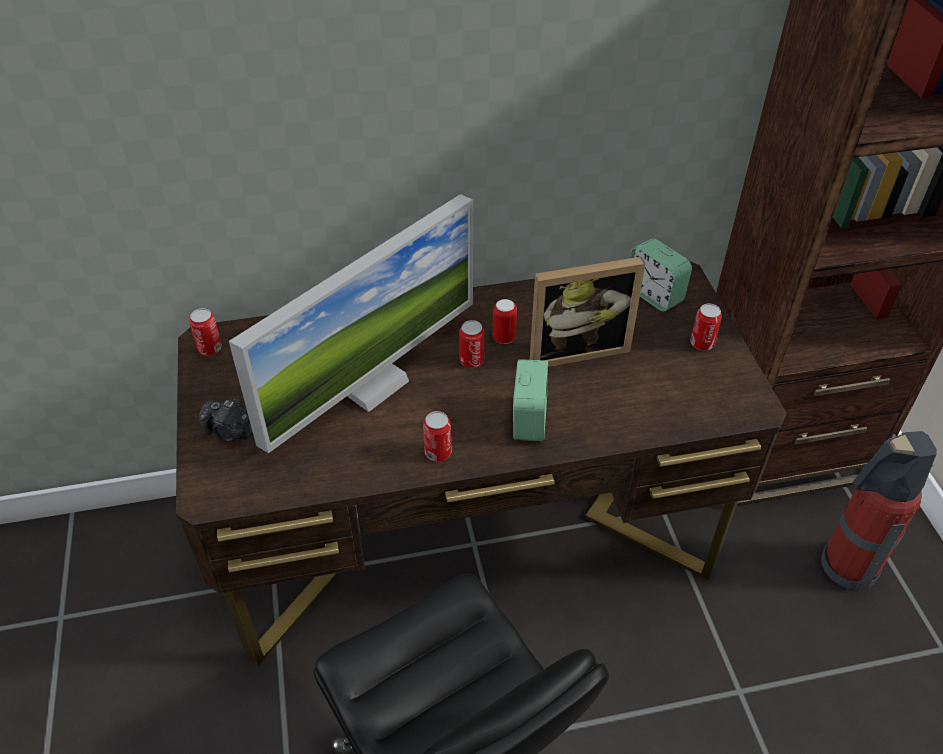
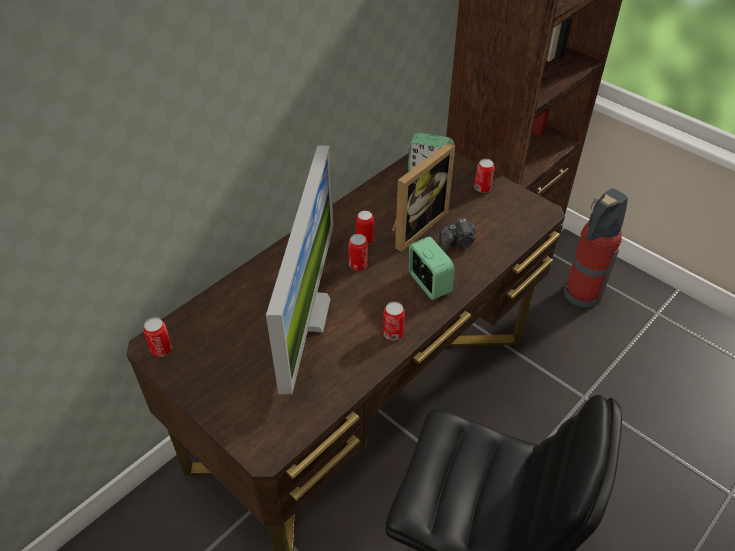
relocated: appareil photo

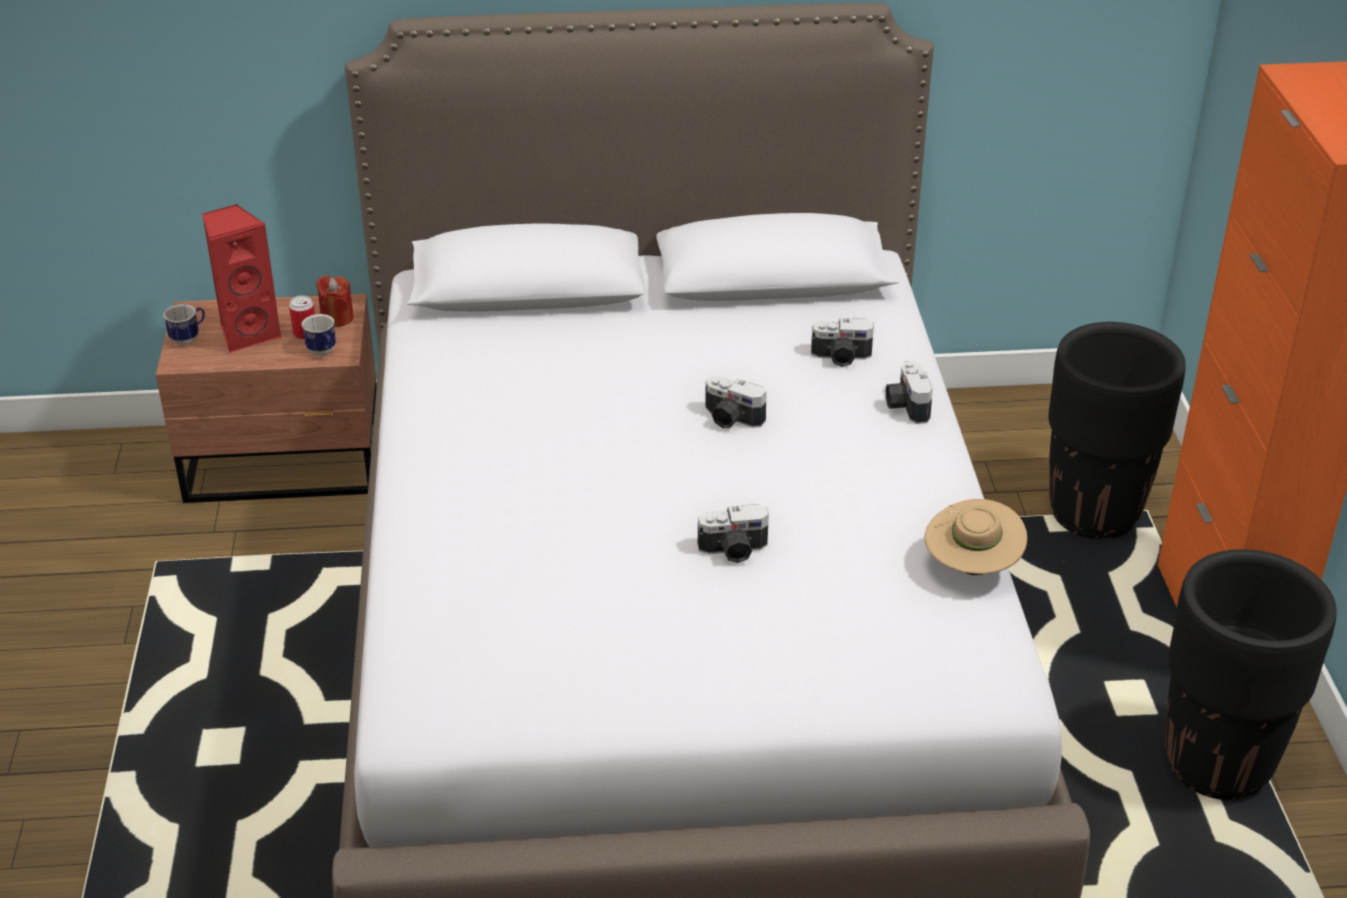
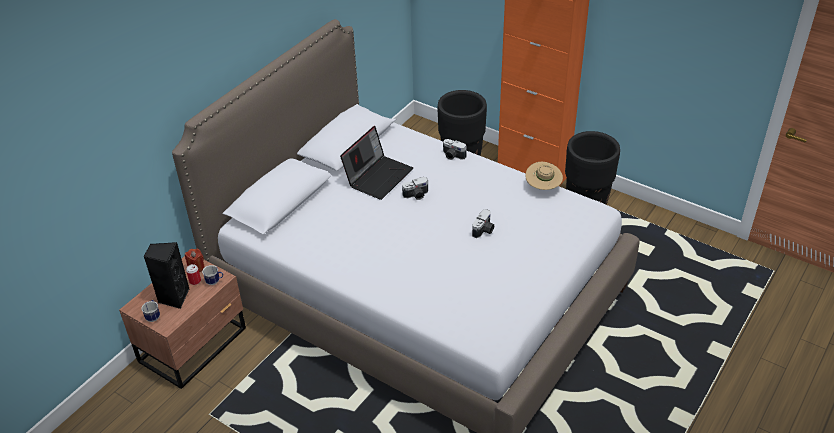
missing: appareil photo (no. 3 from left)
appeared: ordinateur portable
colour: enceinte [rouge] to enceinte [noir]

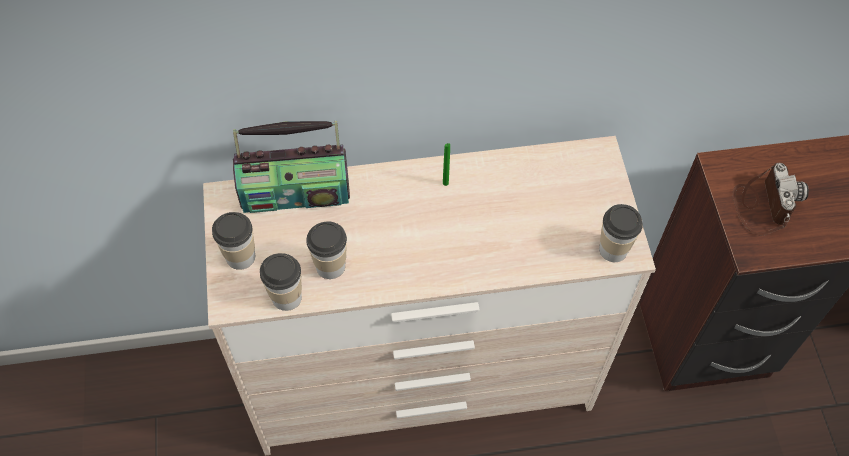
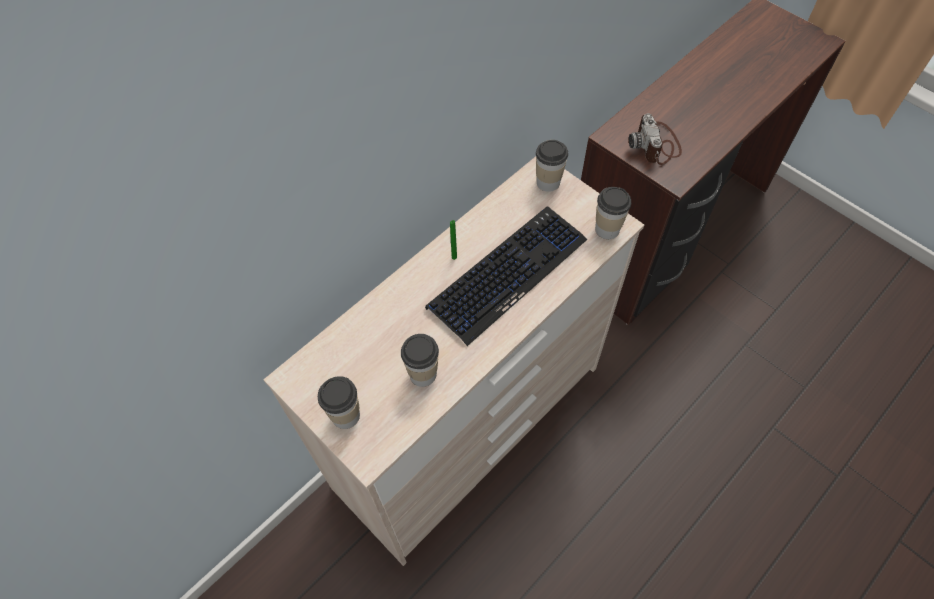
missing: radio
appeared: clavier
relocated: tasse (no. 2 from left in the first image) to tasse (no. 3 from left)
spun: appareil photo 150 degrees counterclockwise

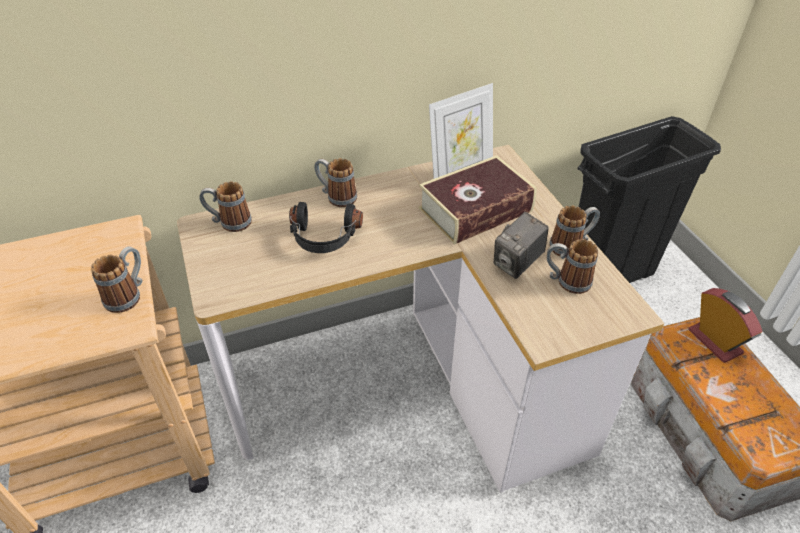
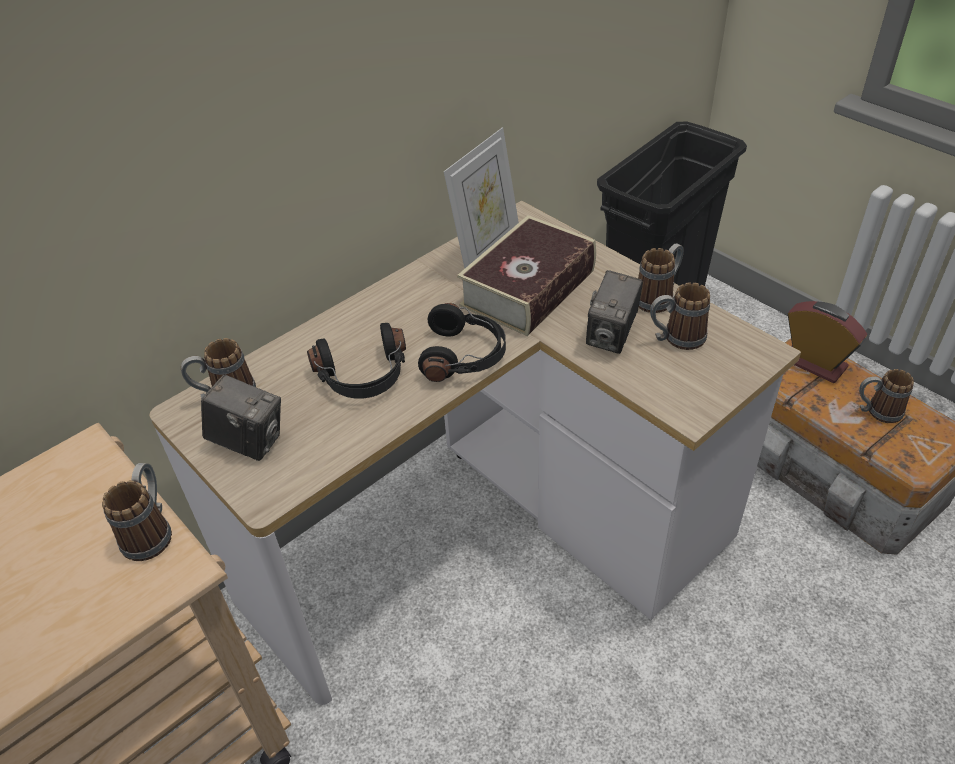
appeared: appareil photo (no. 1 from left); casque audio [noir] (no. 2 from left)
relocated: mug (no. 3 from left in the first image) to mug (no. 5 from left)

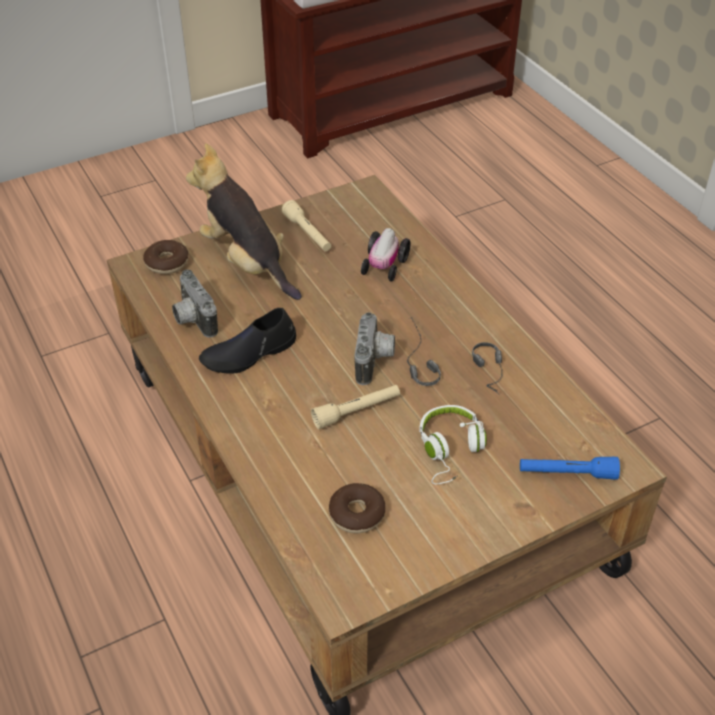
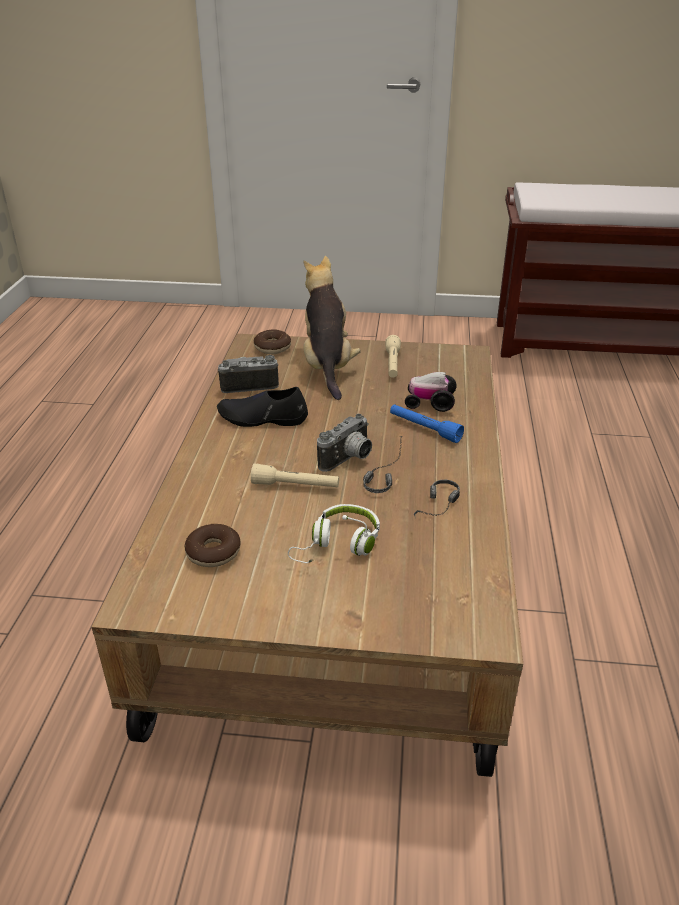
relocated: lampe de poche [bleu]
spun: appareil photo (no. 1 from left) 75 degrees clockwise; petite voiture 45 degrees clockwise

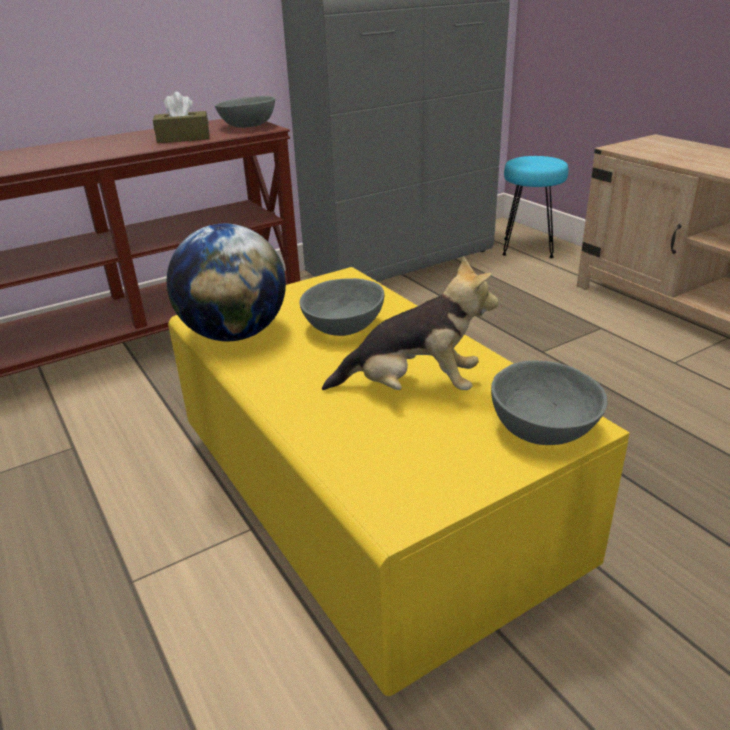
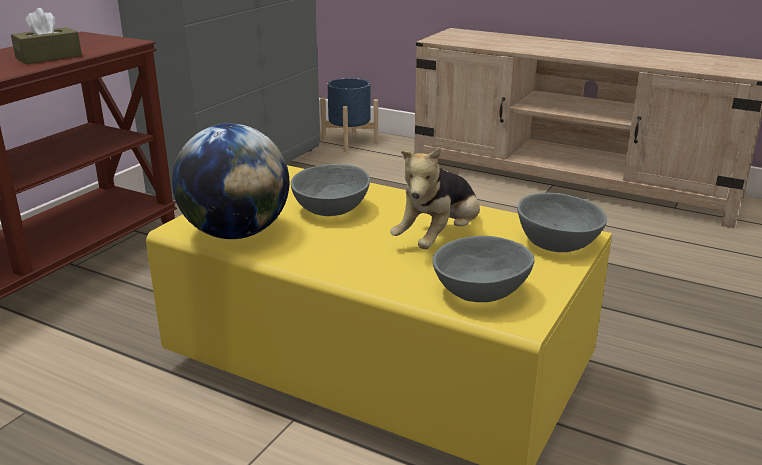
relocated: bol [gris] (no. 1 from left in the first image) to bol [gris] (no. 2 from left)
exchanged: tabouret [turquoise] to cache-pot [bleu]
spun: peluche 150 degrees clockwise

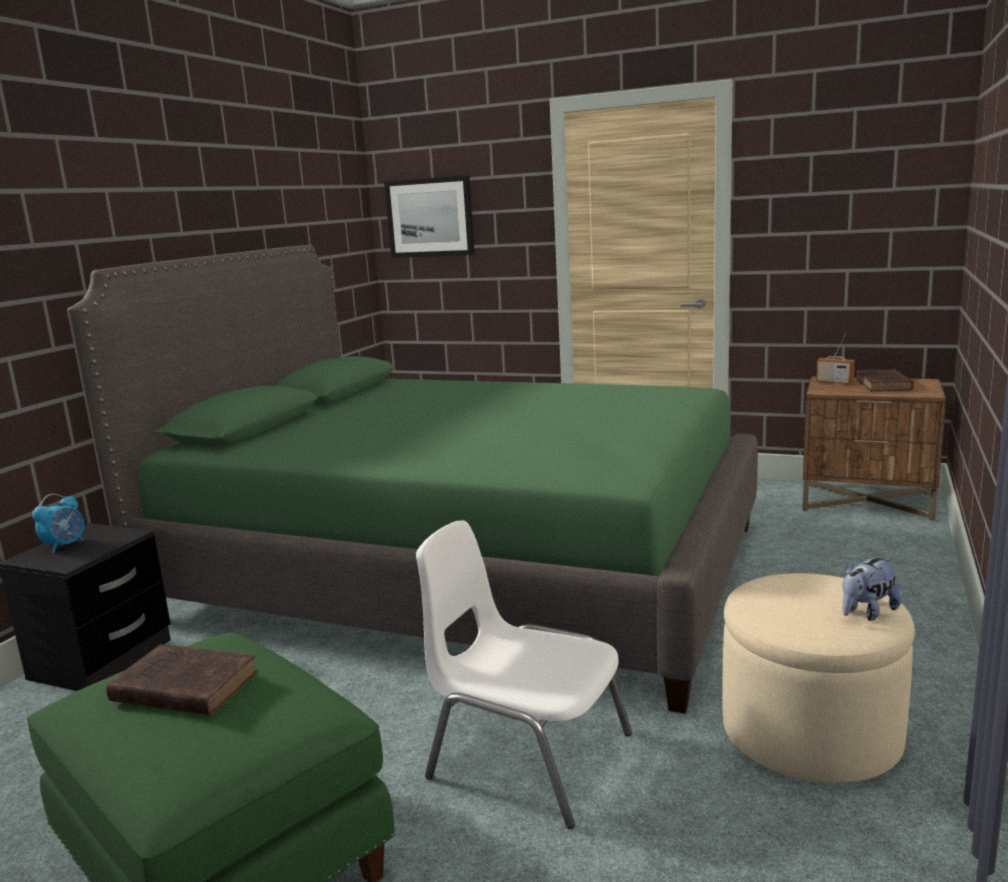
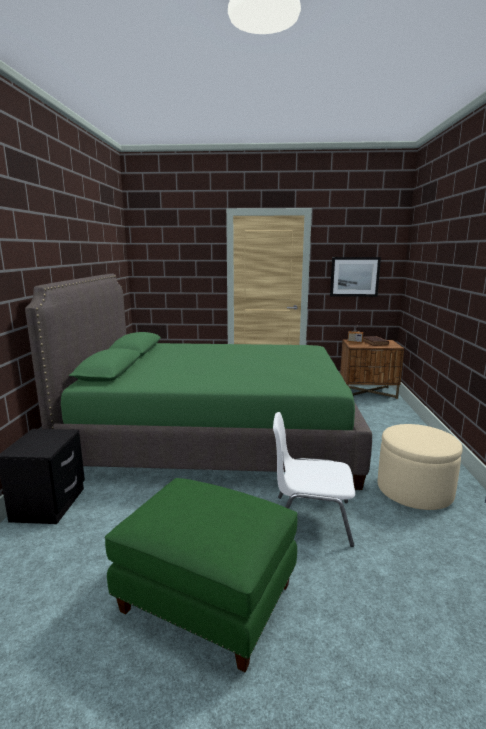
missing: réveil; livre [marron] (no. 1 from left); peluche
relocated: tableau

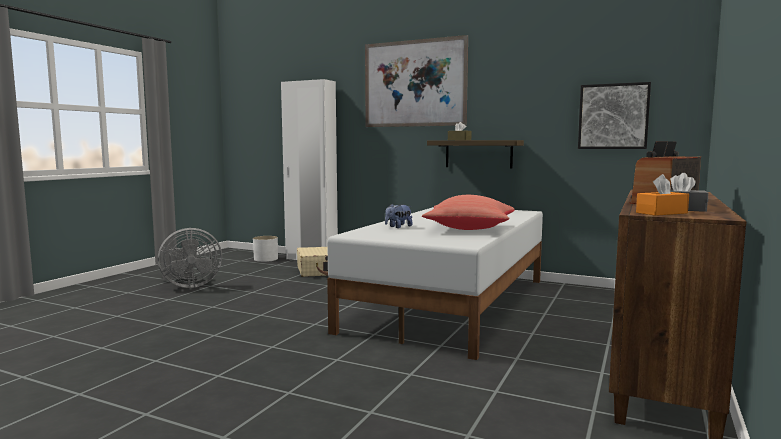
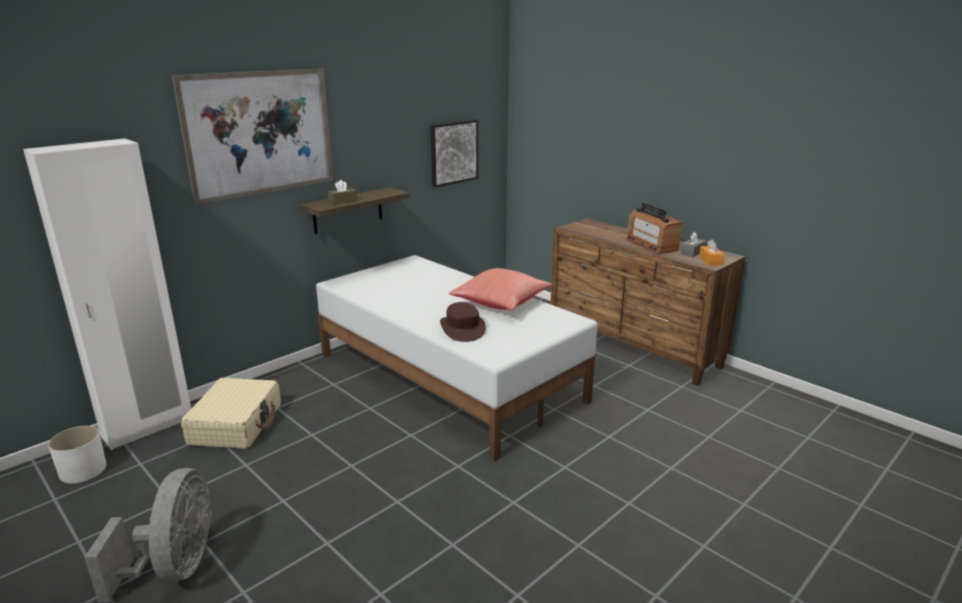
exchanged: peluche to chapeau [marron]

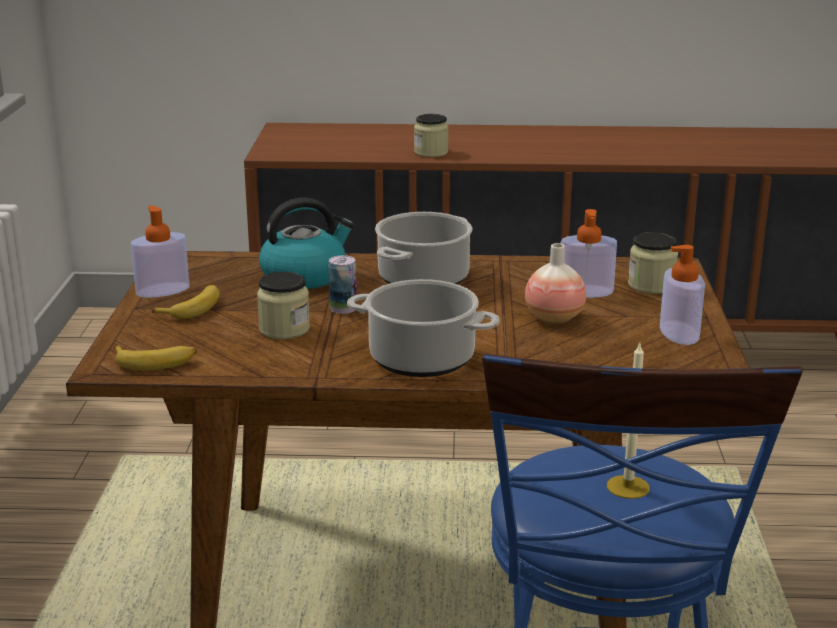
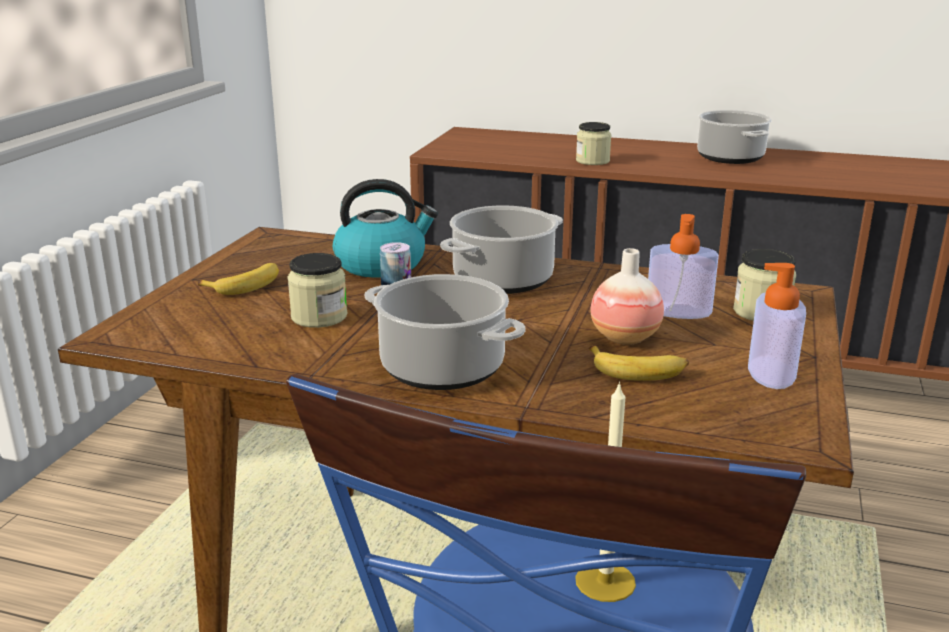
missing: distributeur de savon (no. 1 from left)
appeared: marmite (no. 3 from left)
relocated: banane (no. 1 from left in the first image) to banane (no. 2 from left)

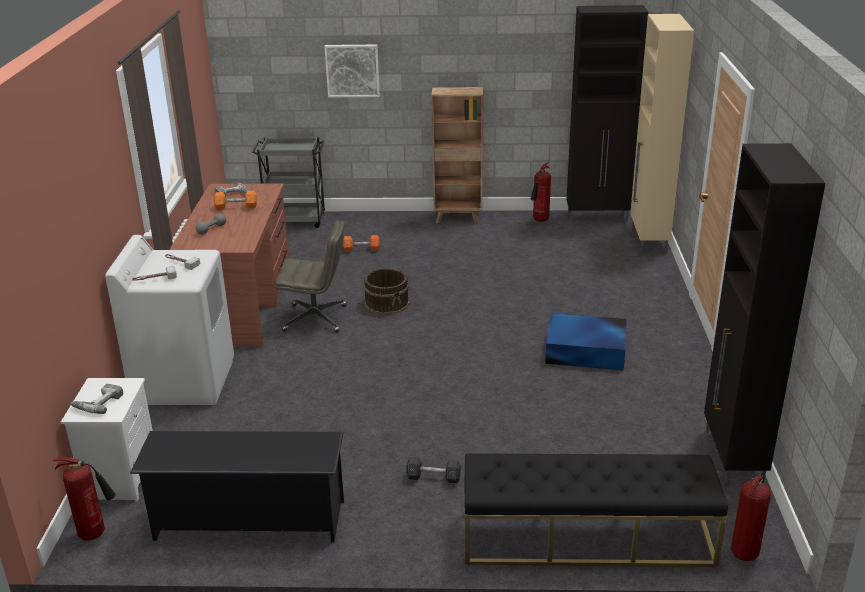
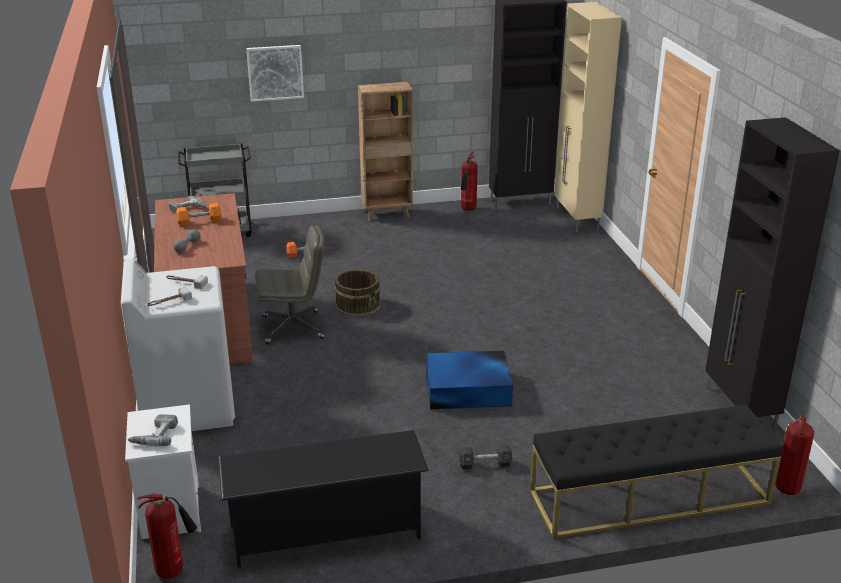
relocated: boîte de rangement [bleu]

